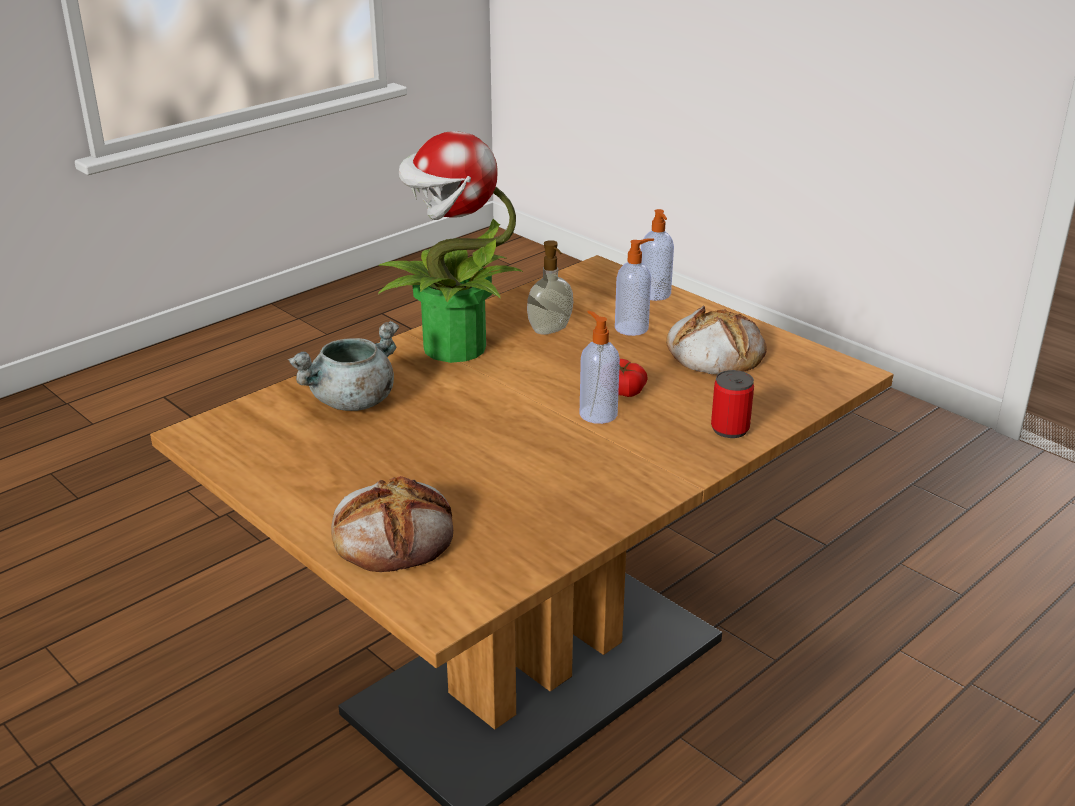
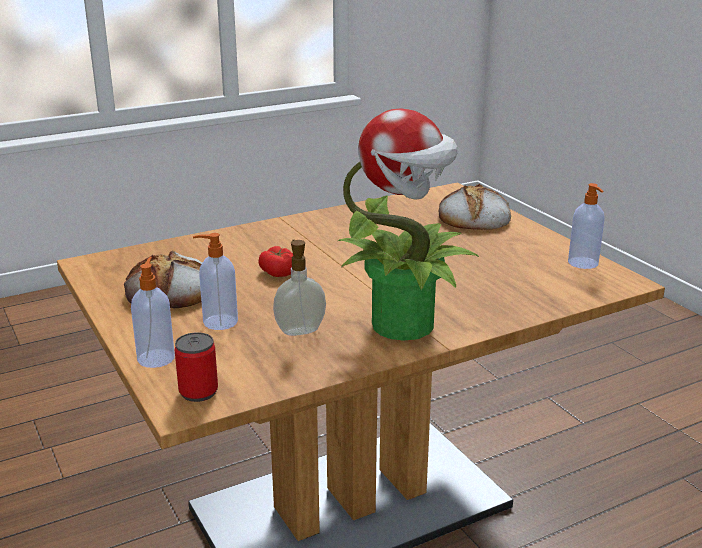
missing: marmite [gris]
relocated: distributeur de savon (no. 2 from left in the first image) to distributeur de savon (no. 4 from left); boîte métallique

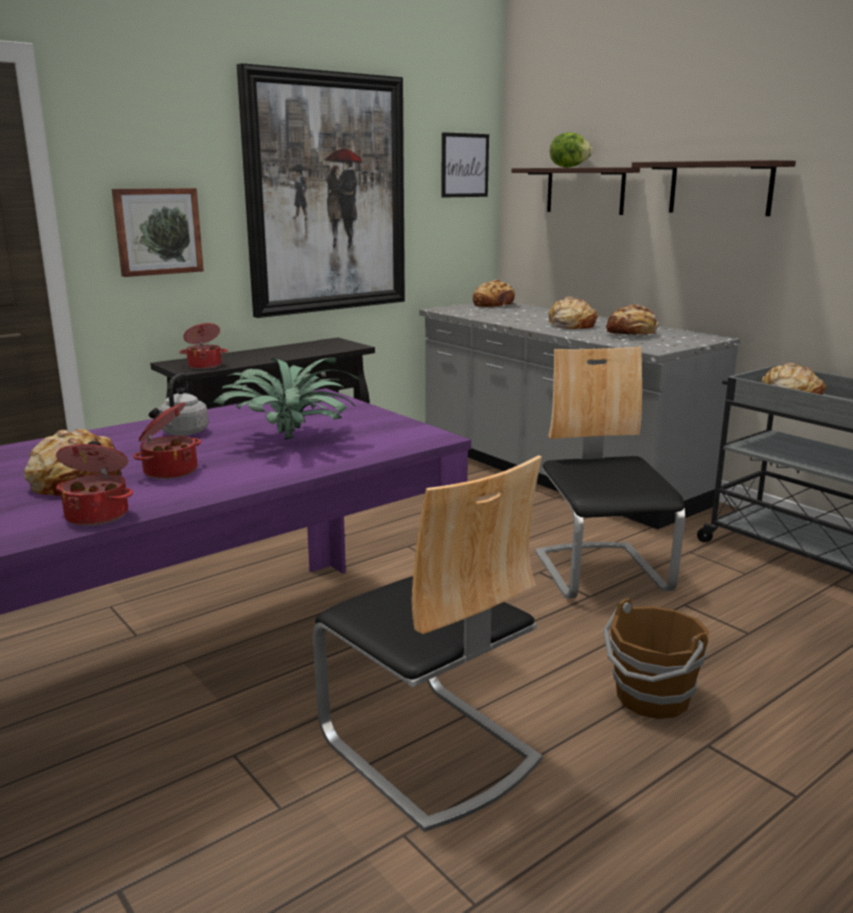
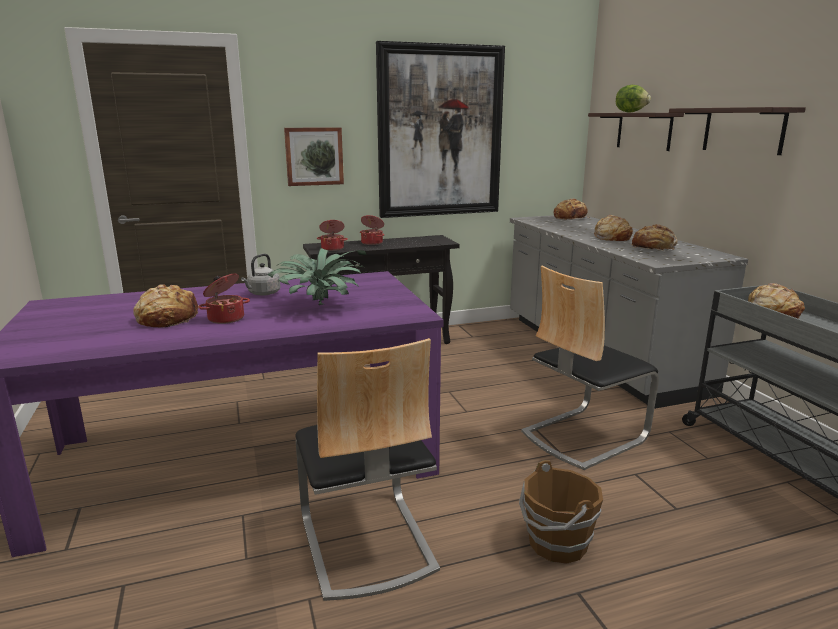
missing: tableau (no. 3 from left)
relocated: marmite (no. 1 from left in the first image) to marmite (no. 3 from left)
spun: chaise (no. 2 from left) 135 degrees counterclockwise

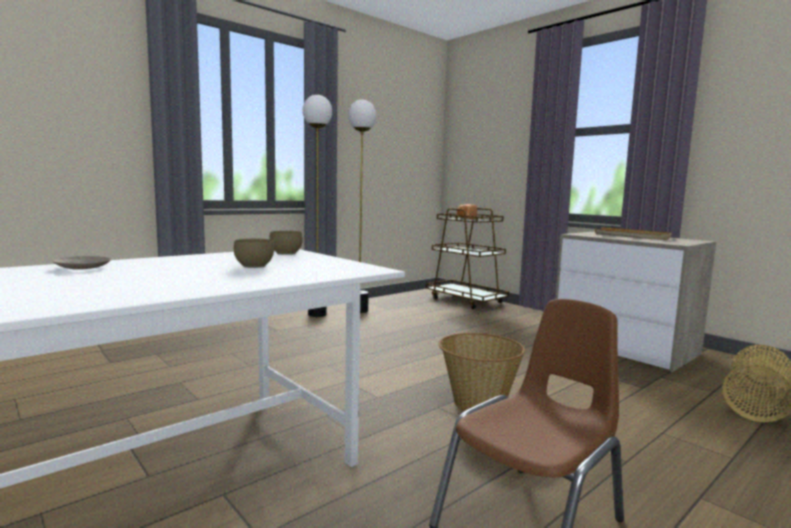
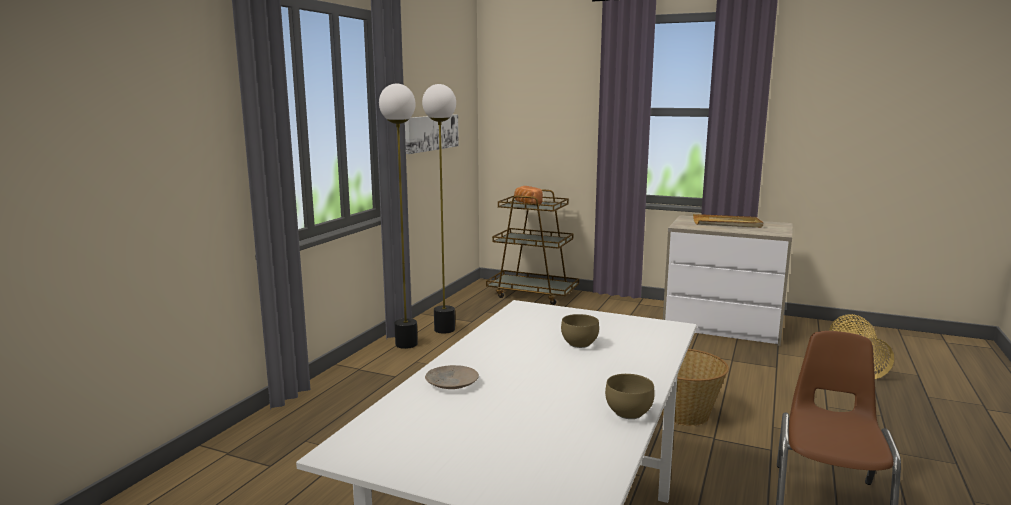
appeared: tableau
relocated: bol [marron] (no. 2 from left)

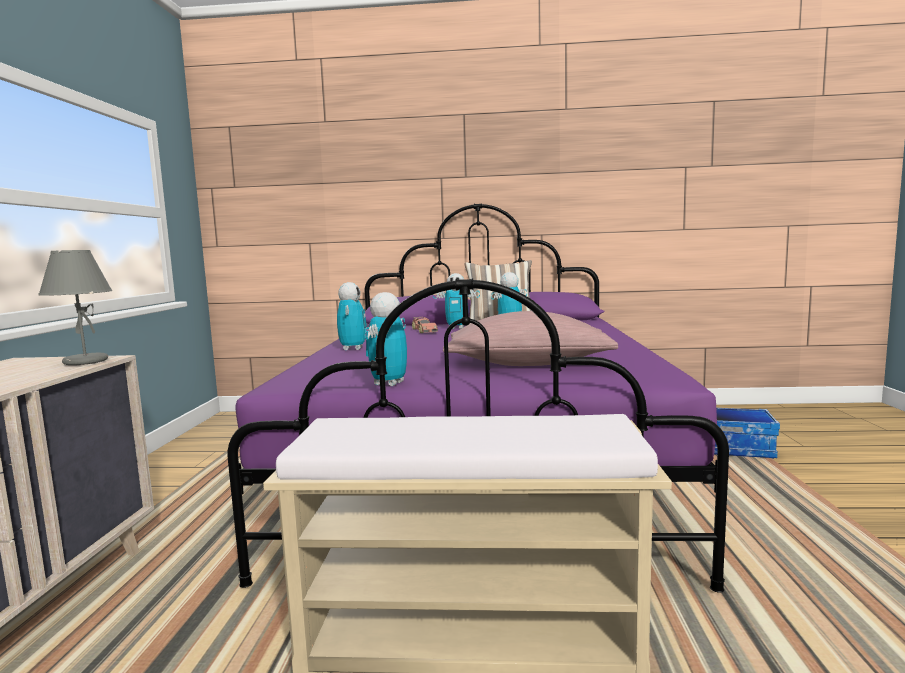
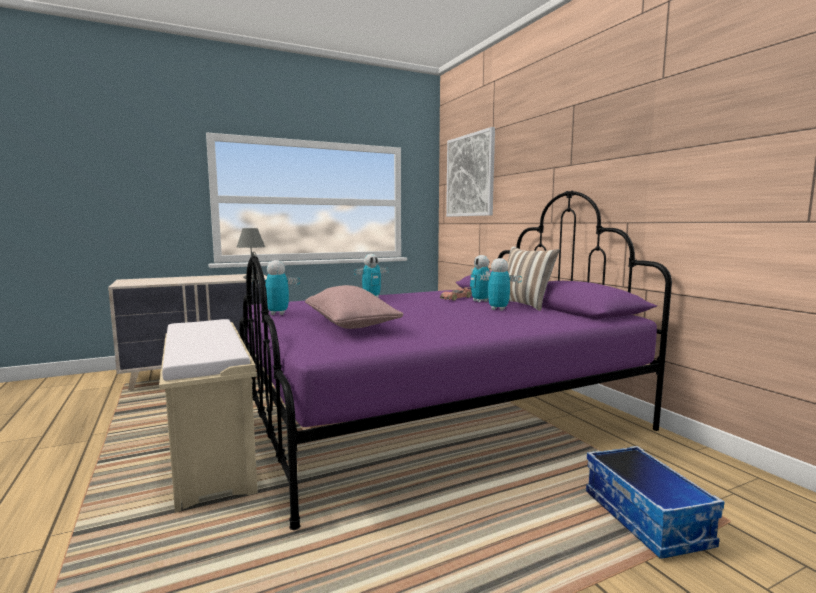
appeared: tableau

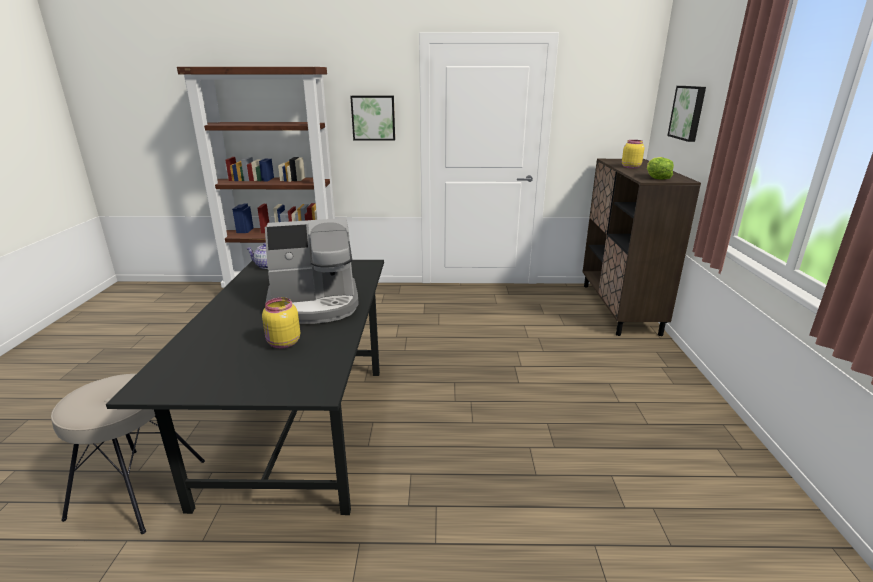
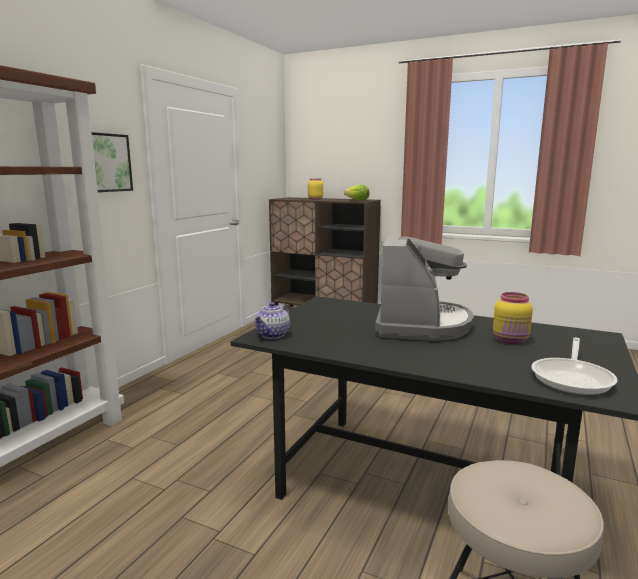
missing: tableau (no. 2 from left)
appeared: poêle

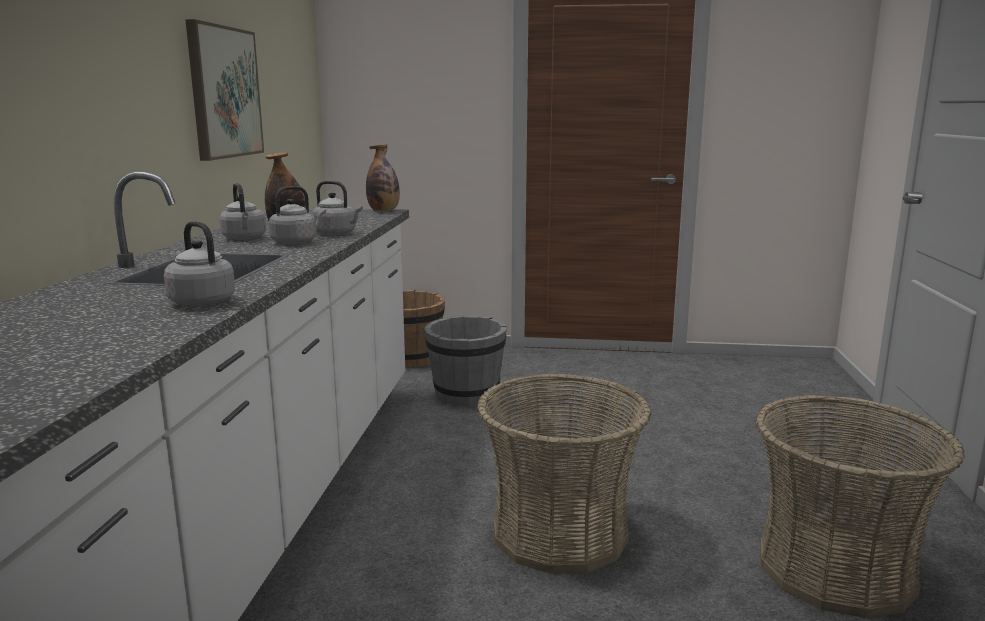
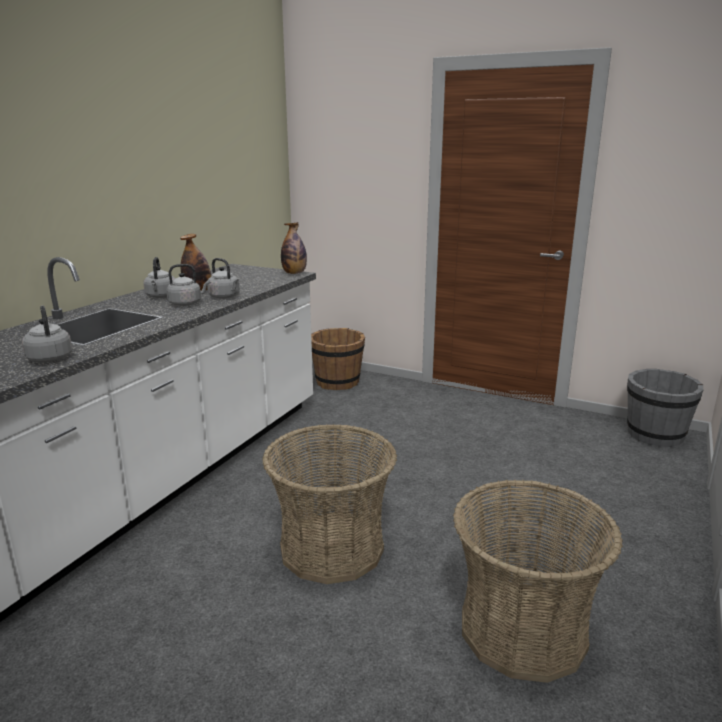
missing: tableau
relocated: seau [gris]

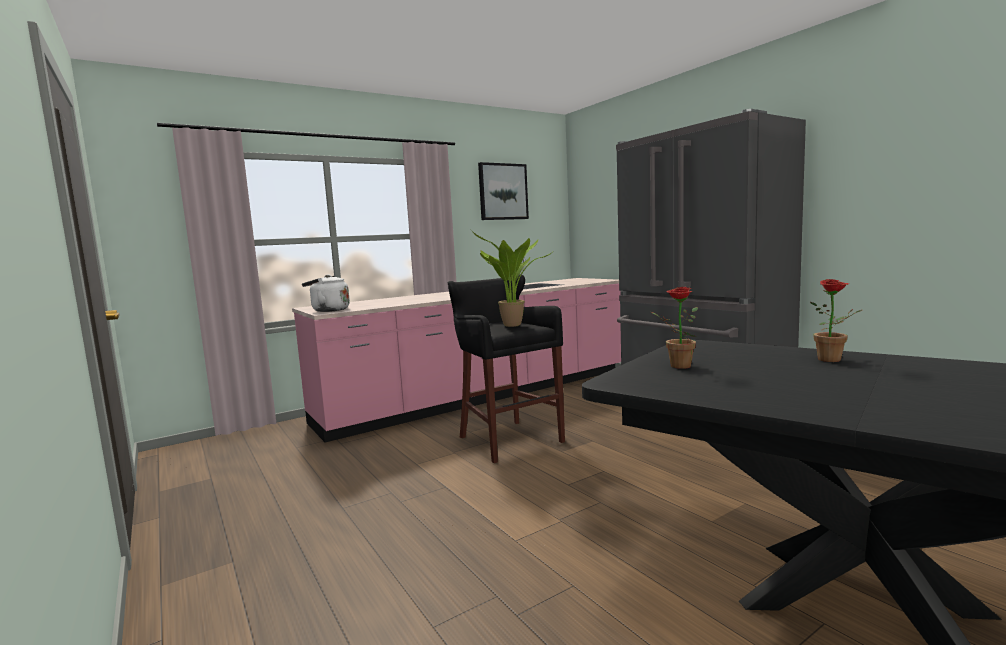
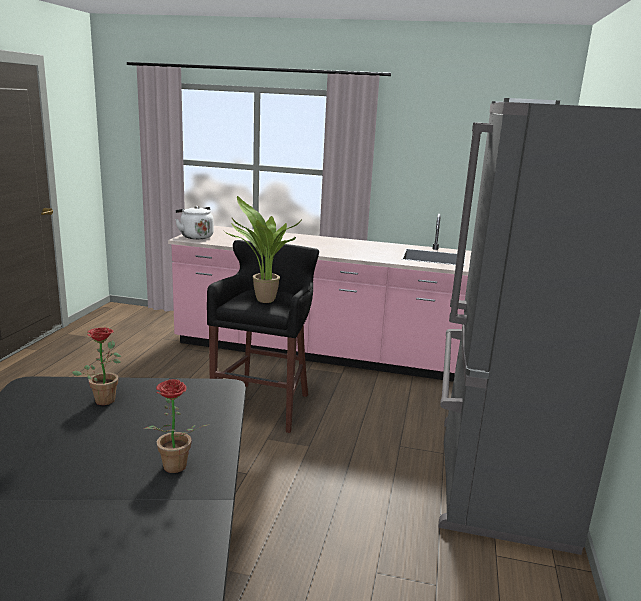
missing: tableau

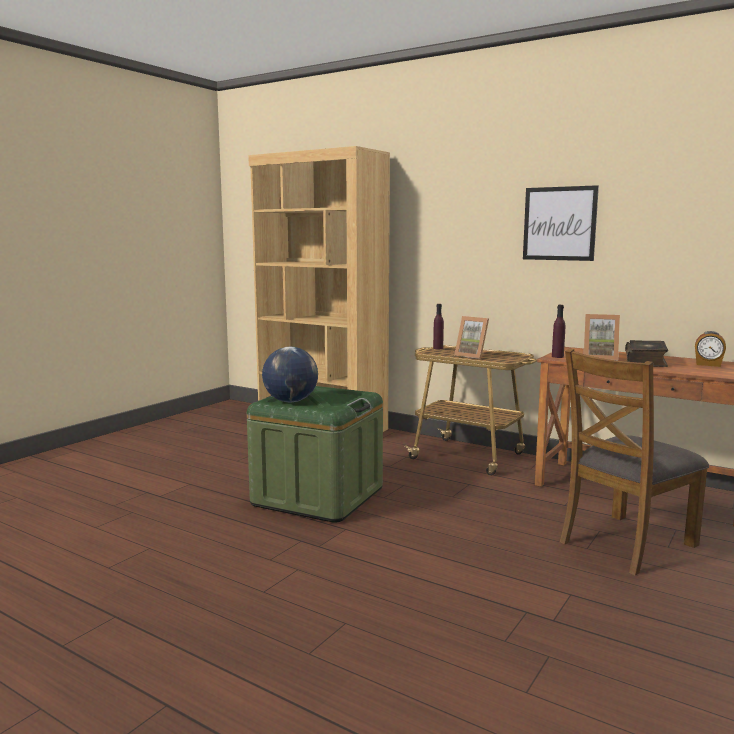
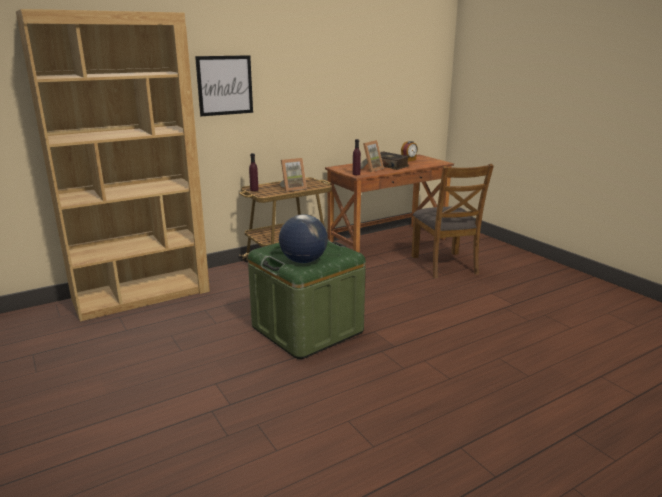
relocated: tableau

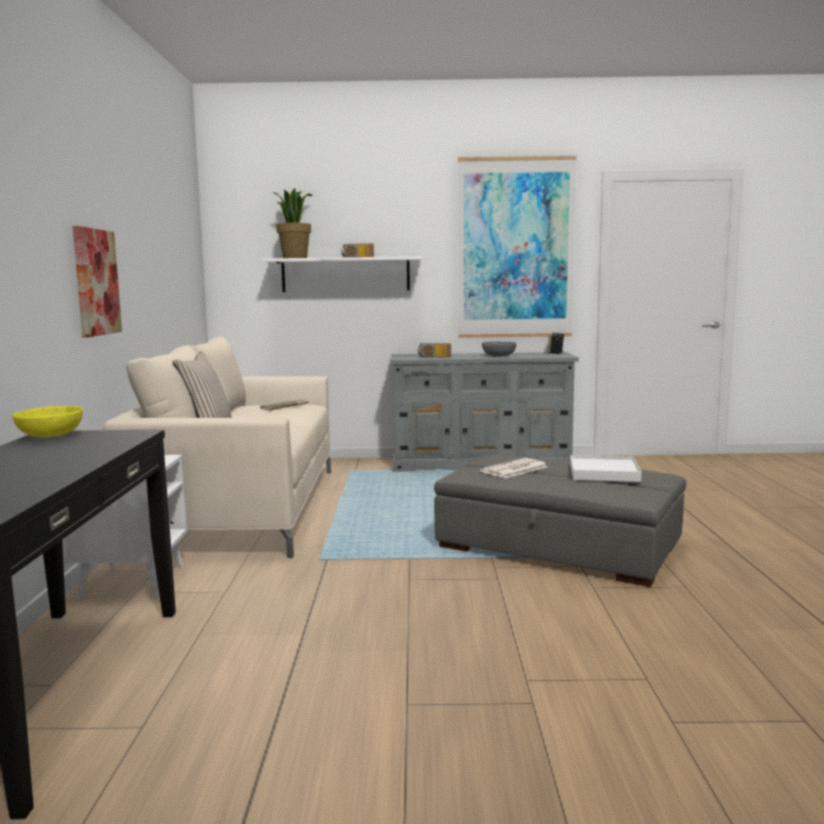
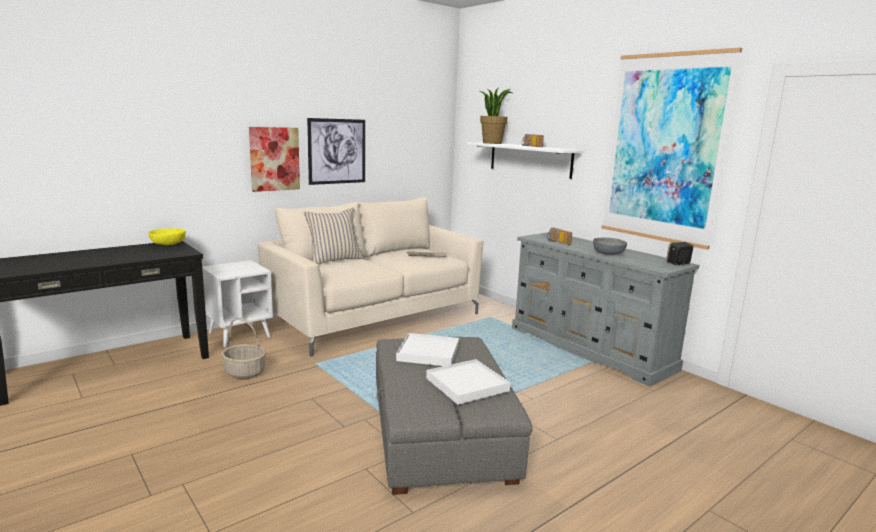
appeared: panier; tableau (no. 2 from left)
exchanged: journal (no. 2 from left) to plateau [blanc] (no. 1 from left)

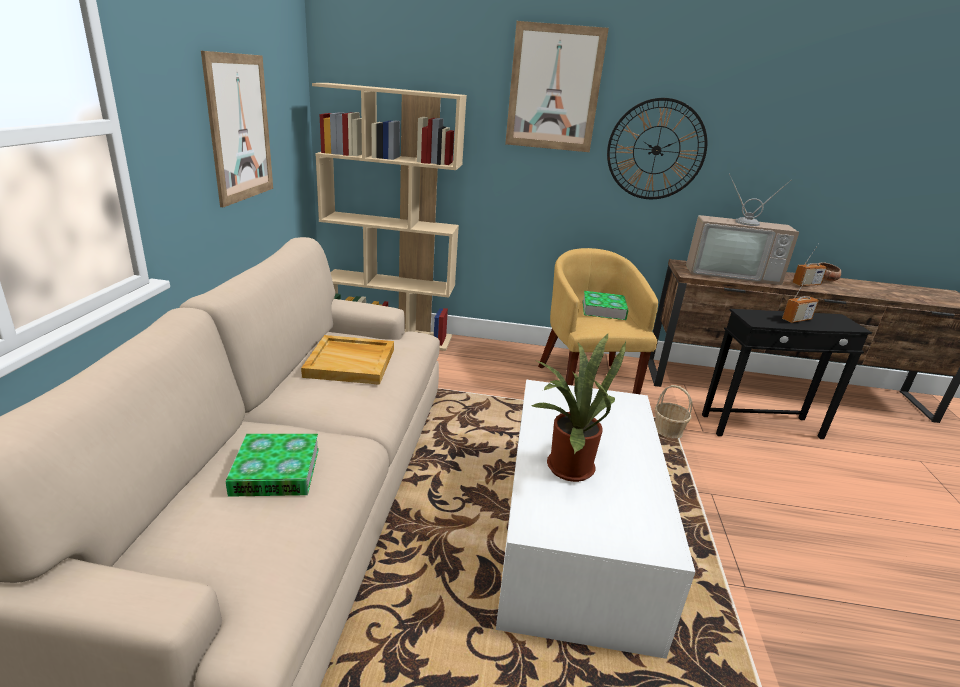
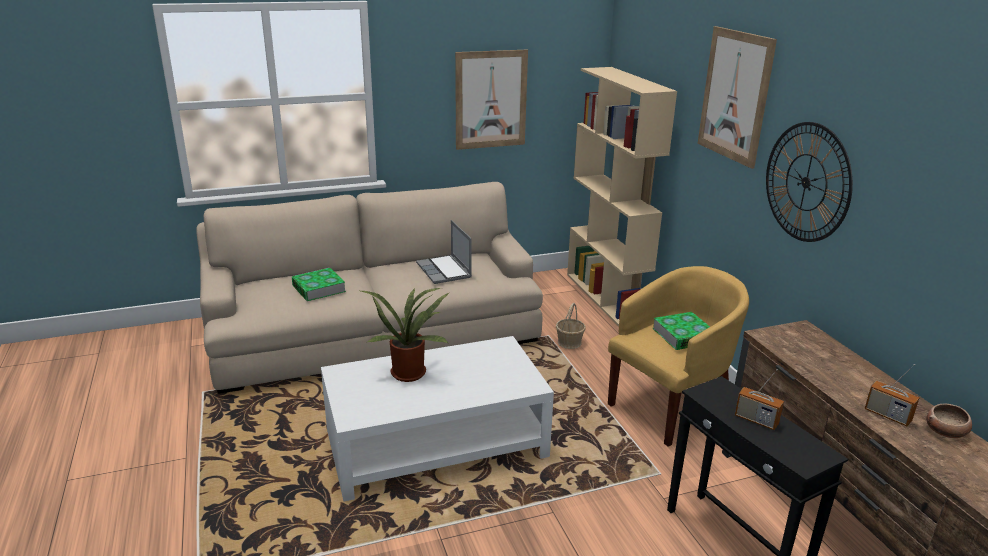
missing: téléviseur
relocated: panier
exchanged: plateau [beige] to ordinateur portable

